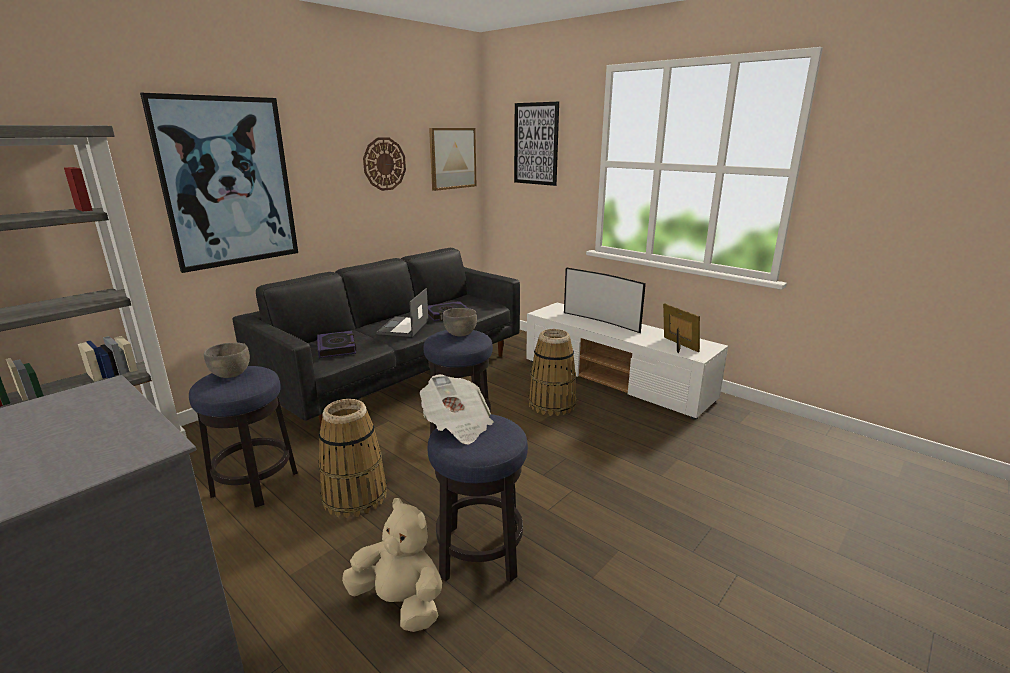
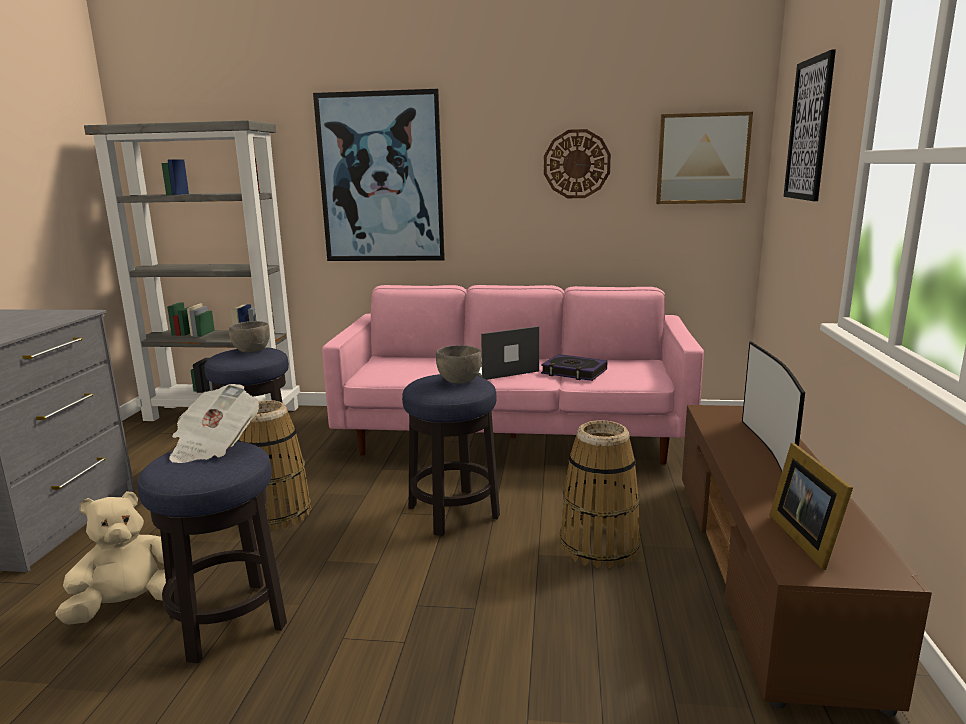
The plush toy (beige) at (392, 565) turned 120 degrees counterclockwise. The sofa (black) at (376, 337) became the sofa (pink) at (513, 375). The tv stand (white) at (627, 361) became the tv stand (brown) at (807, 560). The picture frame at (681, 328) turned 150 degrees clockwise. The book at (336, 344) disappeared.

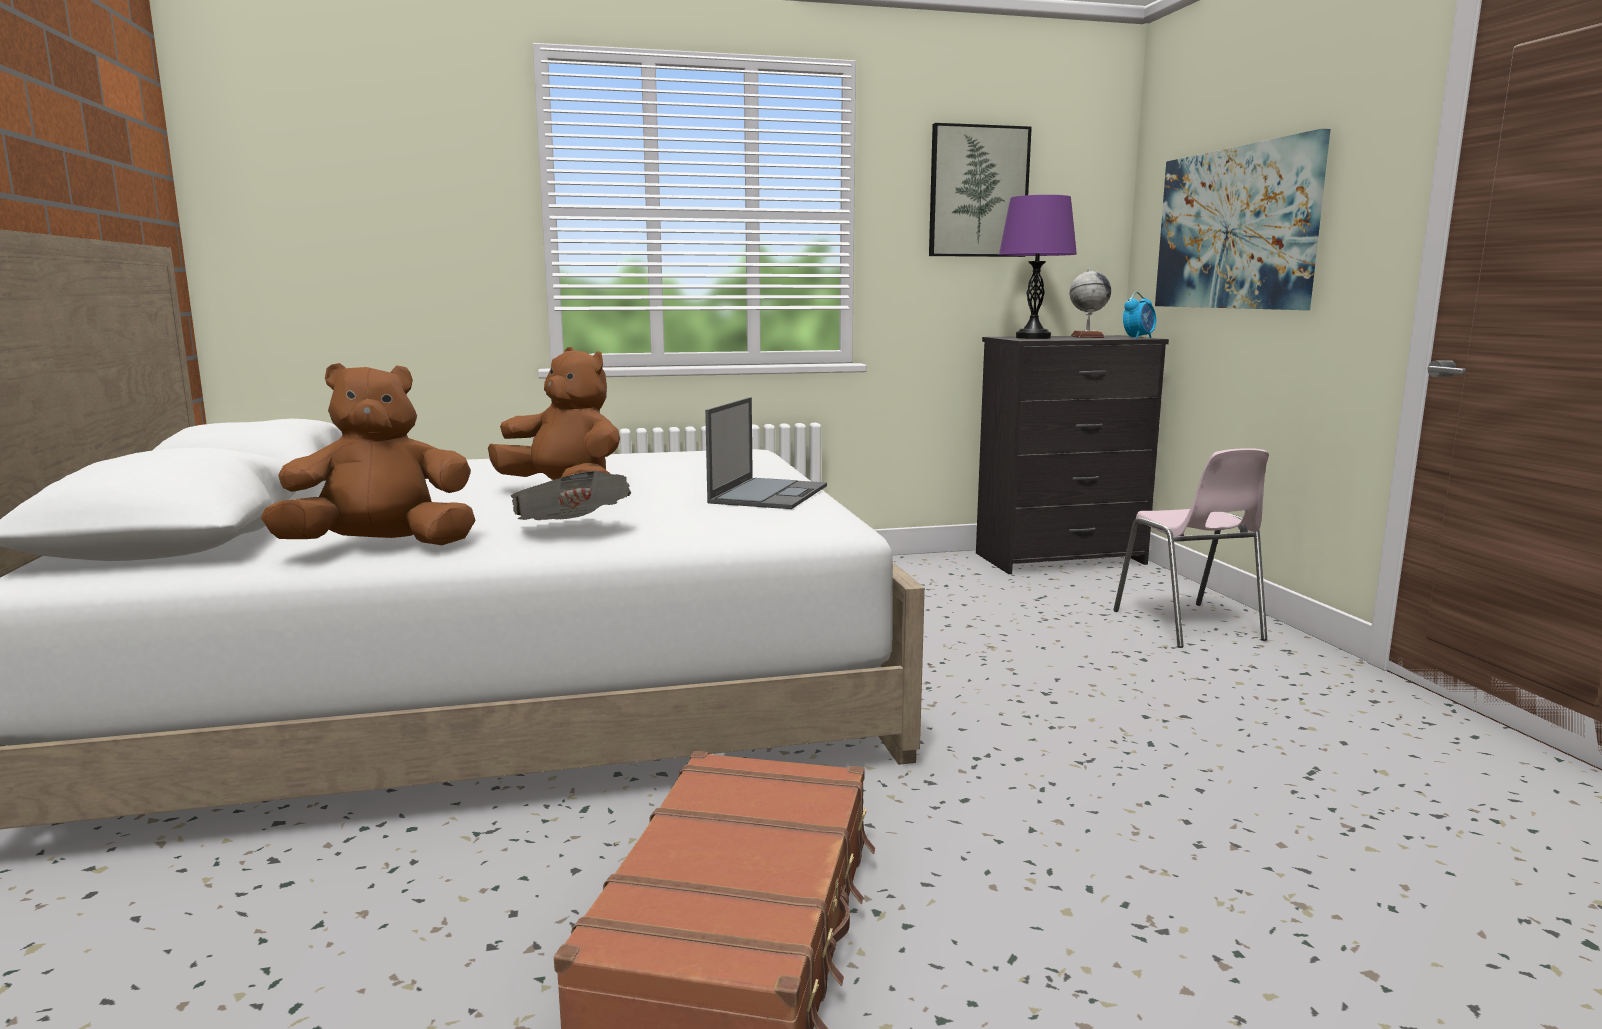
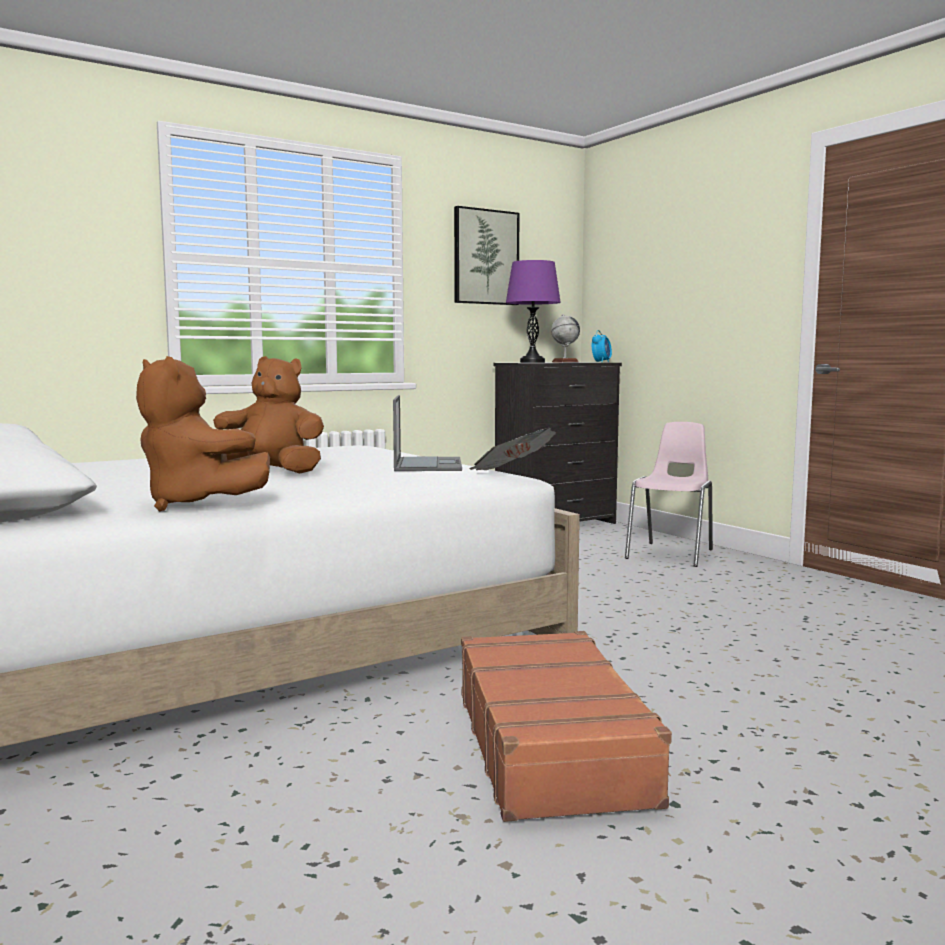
The plush toy (brown) at (368, 454) turned 105 degrees counterclockwise. The newspaper moved from (571, 495) to (513, 449). The chair (pink) at (1191, 548) turned 120 degrees counterclockwise. The picture at (1243, 219) disappeared.

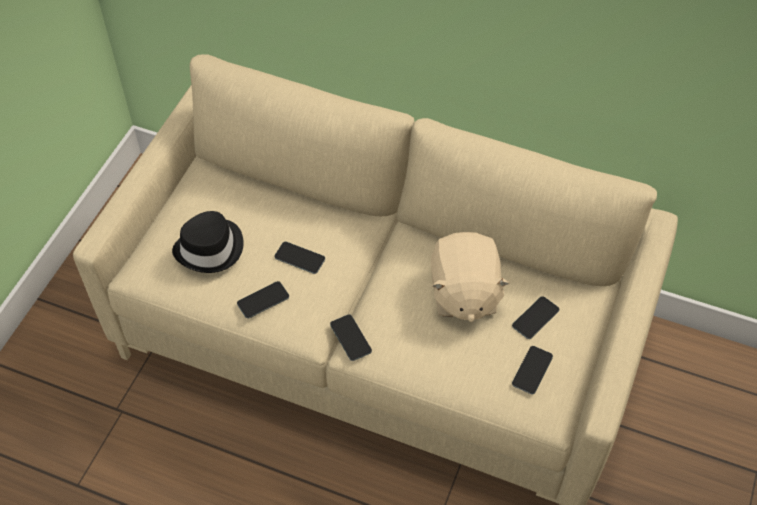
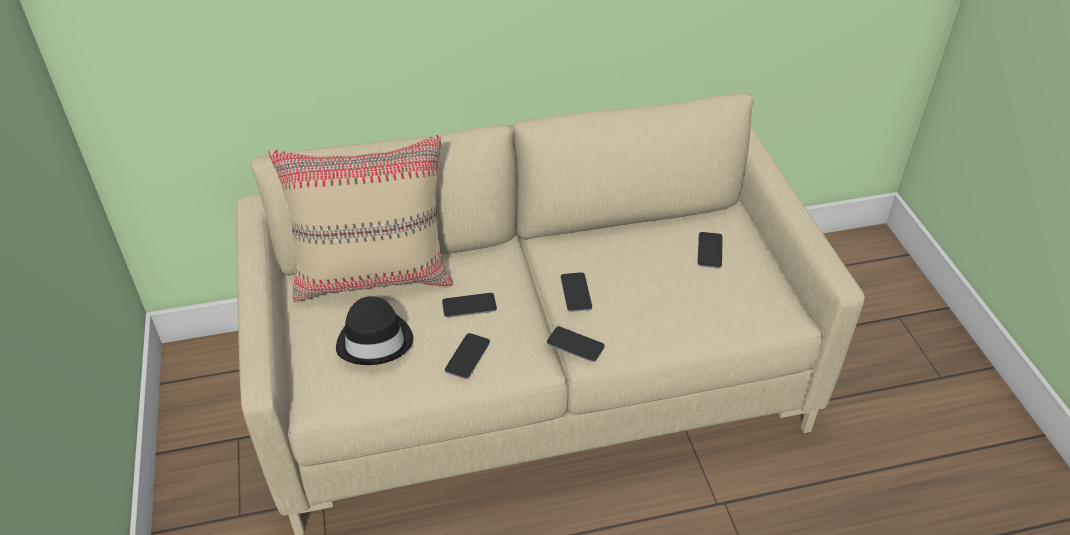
The pillow (beige) at (360, 218) appeared. The phone moved from (532, 370) to (576, 292). The plush toy (beige) at (470, 277) disappeared.

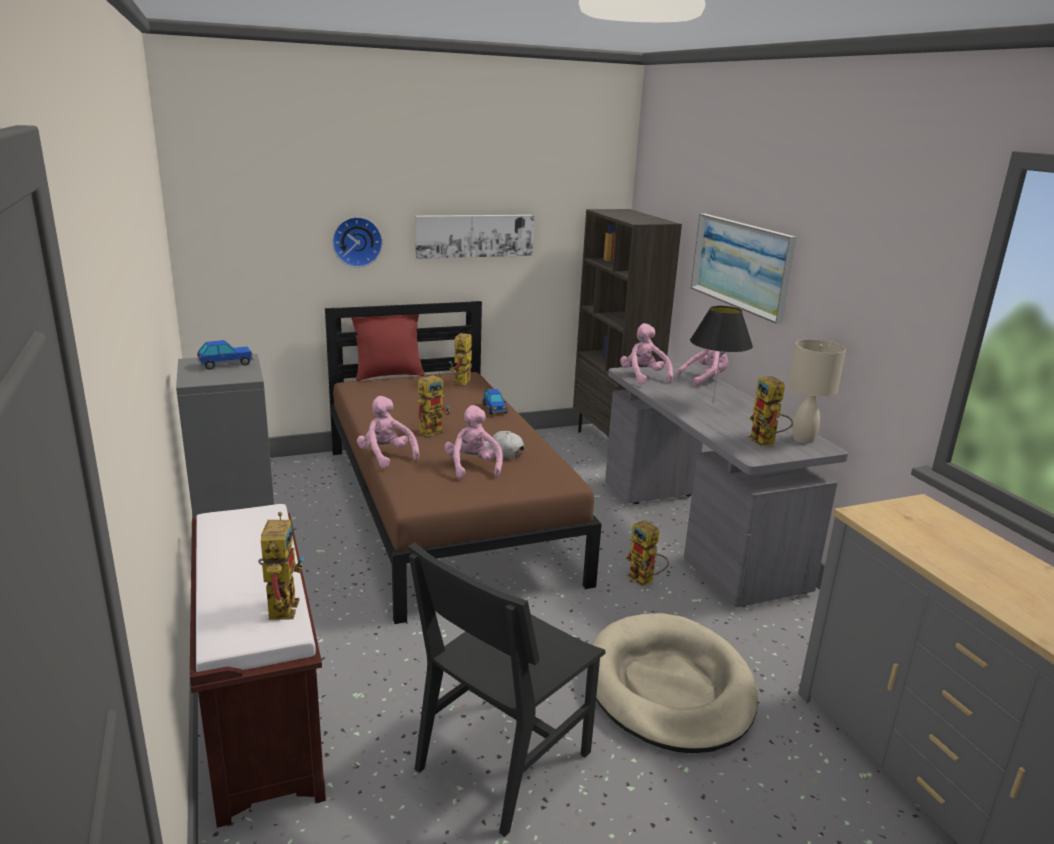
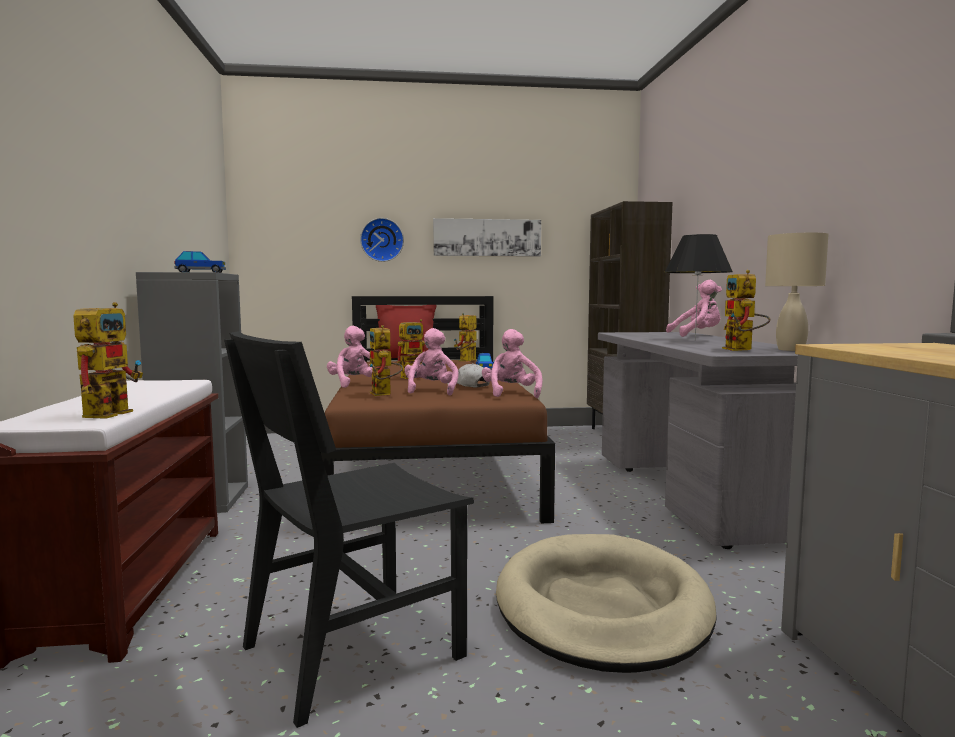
The toy robot moved from (647, 553) to (386, 360). The plush toy (pink) moved from (646, 354) to (512, 363). The picture at (744, 269) disappeared.

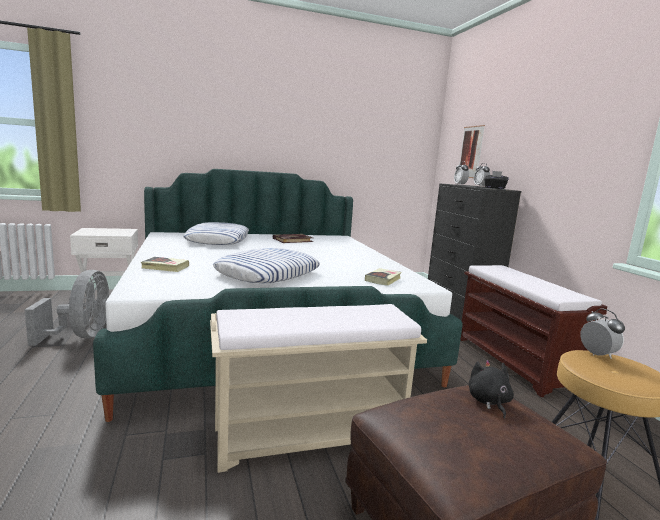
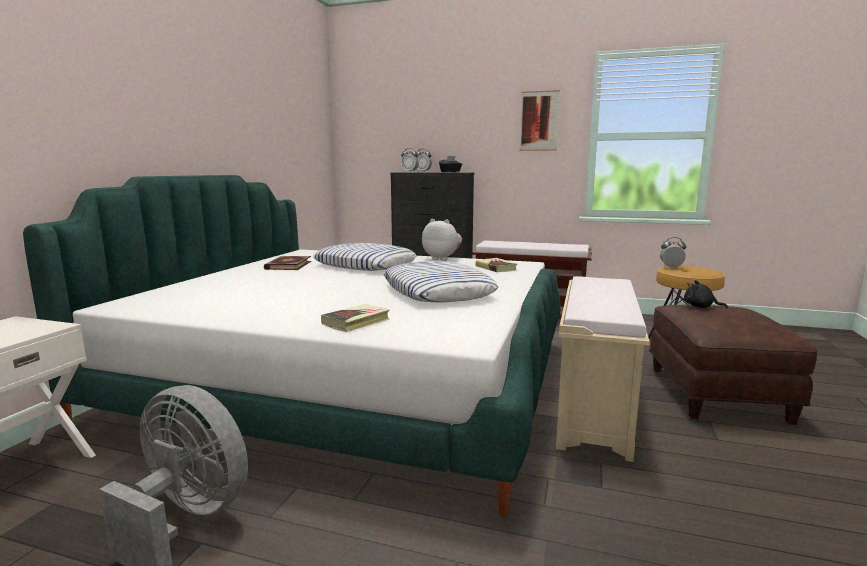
The pillow moved from (216, 233) to (365, 257). The plush toy at (442, 240) appeared. The picture moved from (472, 151) to (539, 120).

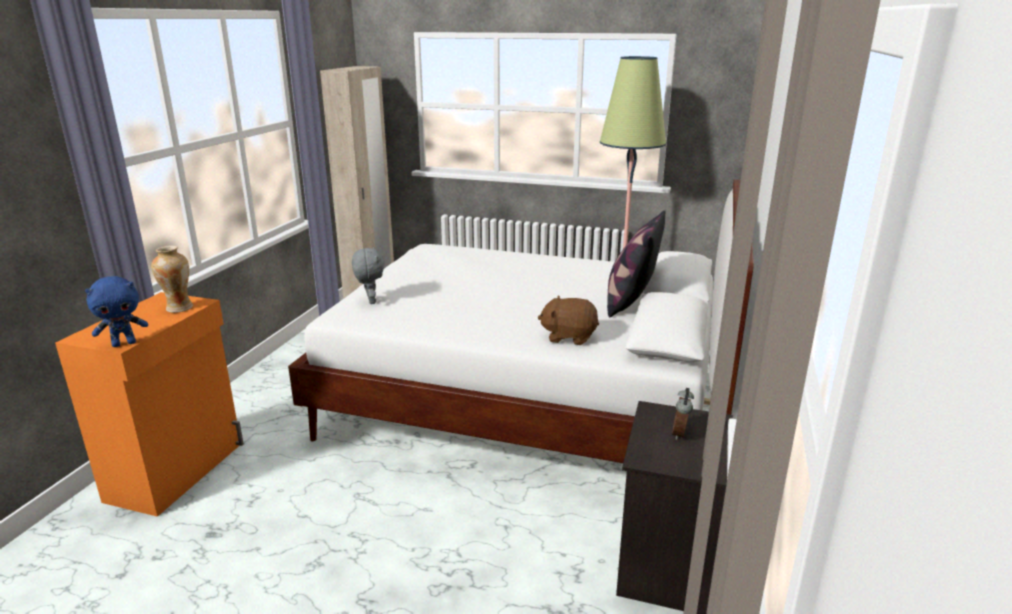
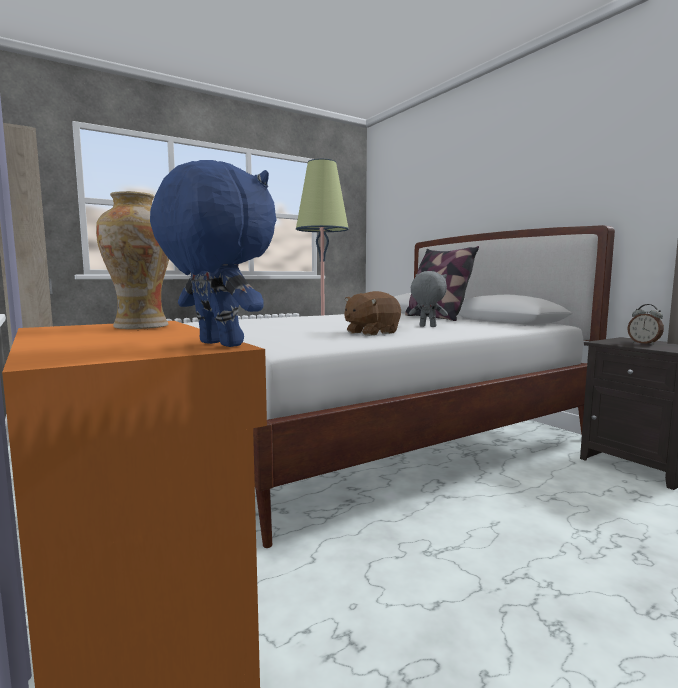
The plush toy (blue) at (116, 311) turned 60 degrees counterclockwise. The plush toy (brown) moved from (568, 320) to (372, 313). The plush toy (grey) moved from (368, 275) to (428, 299).

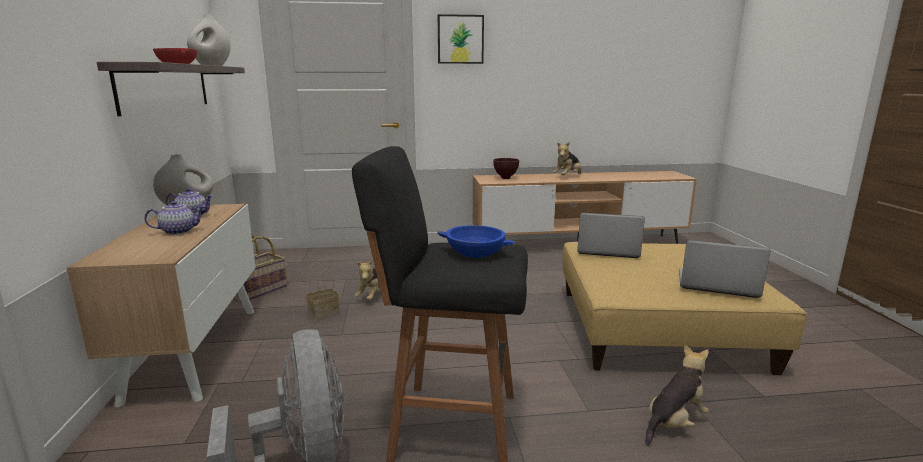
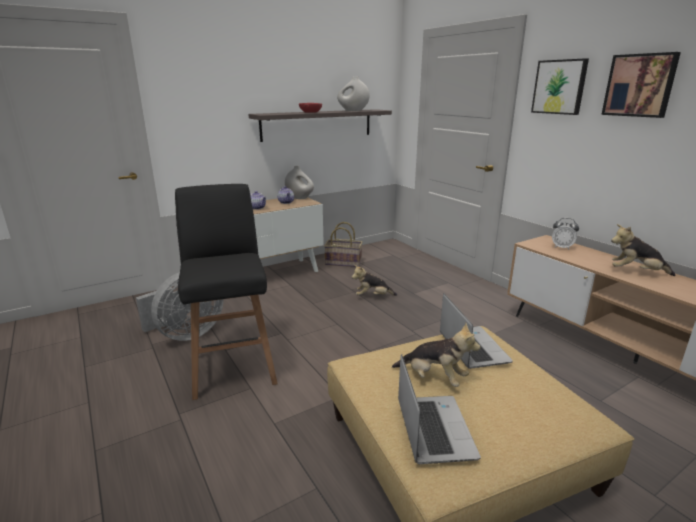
The plush toy moved from (677, 395) to (436, 355). The bowl (brown) at (506, 168) was replaced by the alarm clock at (565, 233). The picture at (641, 85) appeared. The basket at (322, 290) disappeared. The bowl (blue) at (476, 241) disappeared.

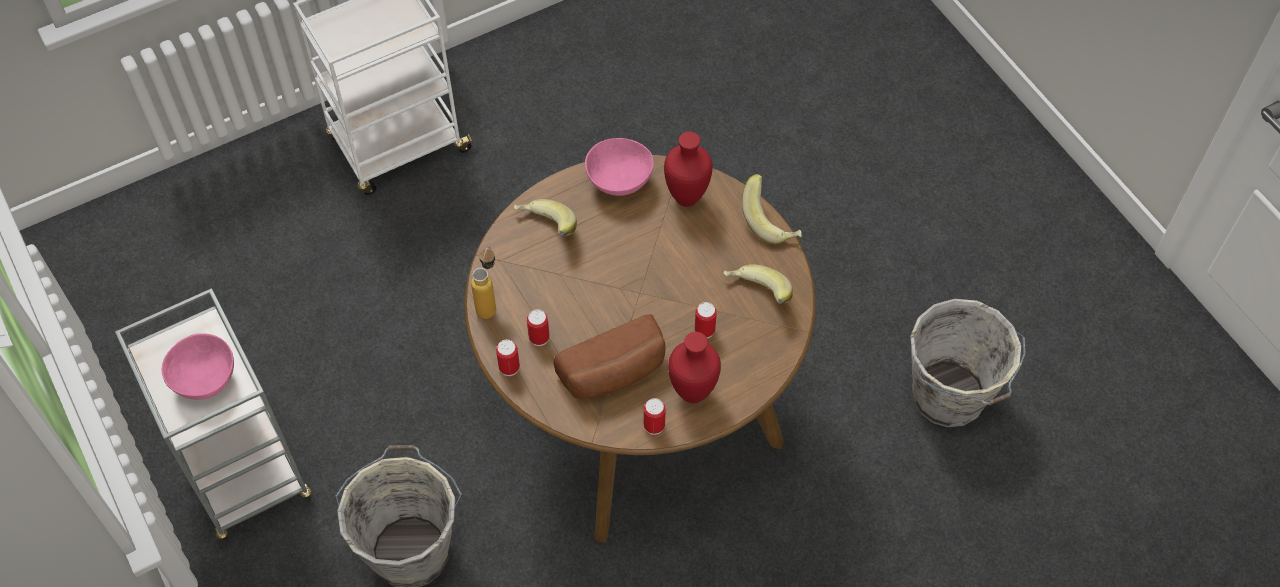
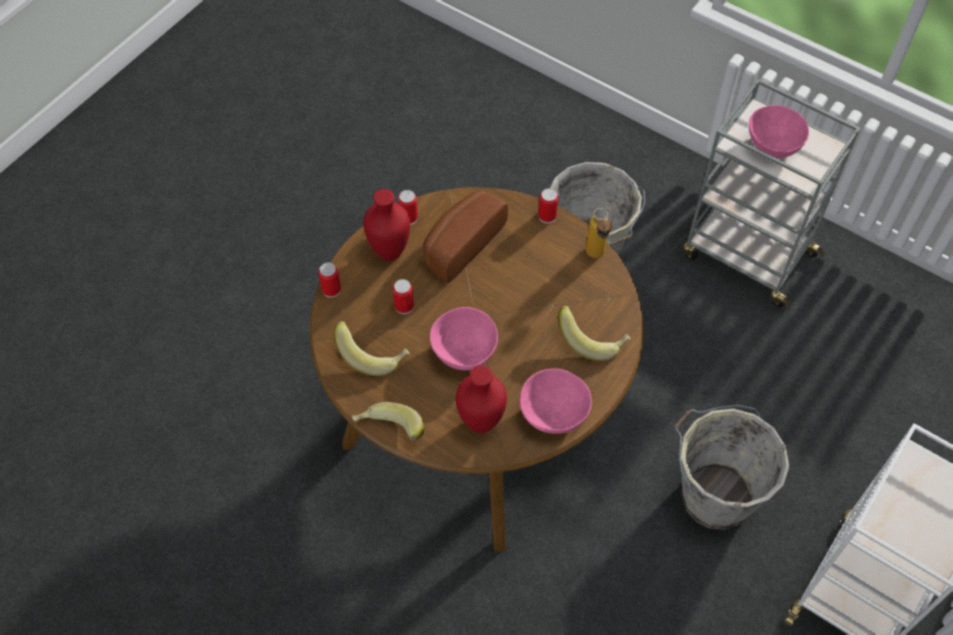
The can moved from (538, 327) to (329, 280). The bowl (pink) at (464, 338) appeared. The bucket (grey) moved from (968, 363) to (731, 467).

